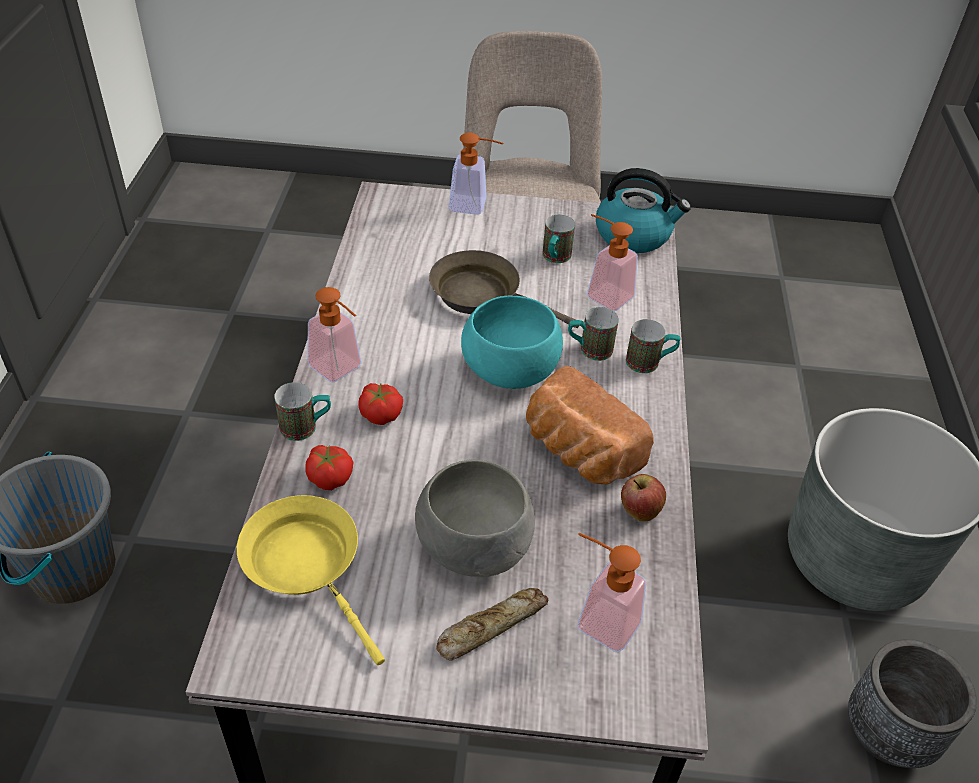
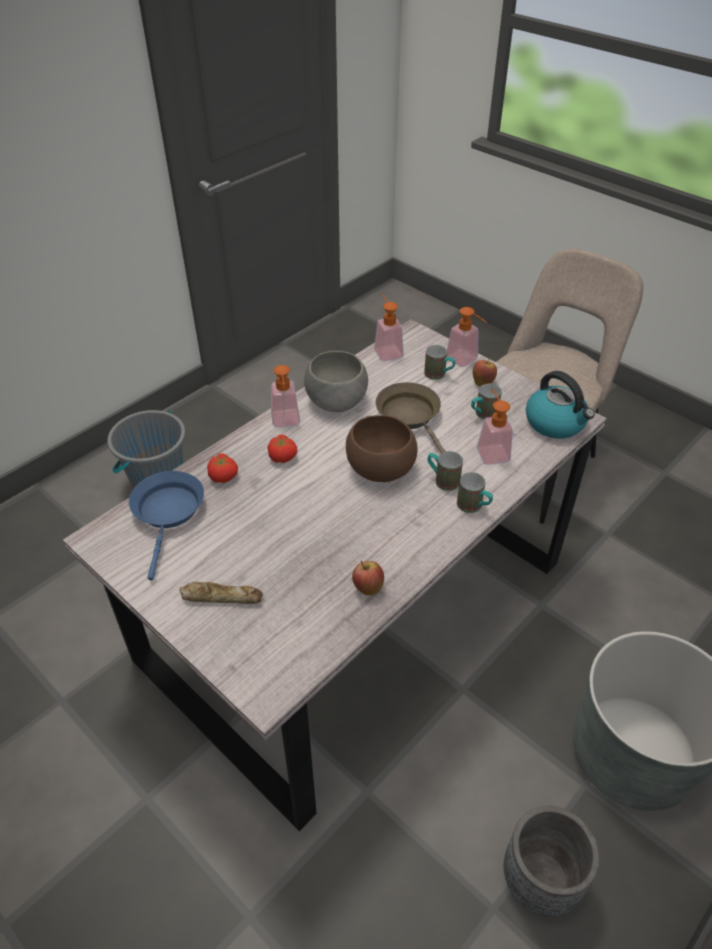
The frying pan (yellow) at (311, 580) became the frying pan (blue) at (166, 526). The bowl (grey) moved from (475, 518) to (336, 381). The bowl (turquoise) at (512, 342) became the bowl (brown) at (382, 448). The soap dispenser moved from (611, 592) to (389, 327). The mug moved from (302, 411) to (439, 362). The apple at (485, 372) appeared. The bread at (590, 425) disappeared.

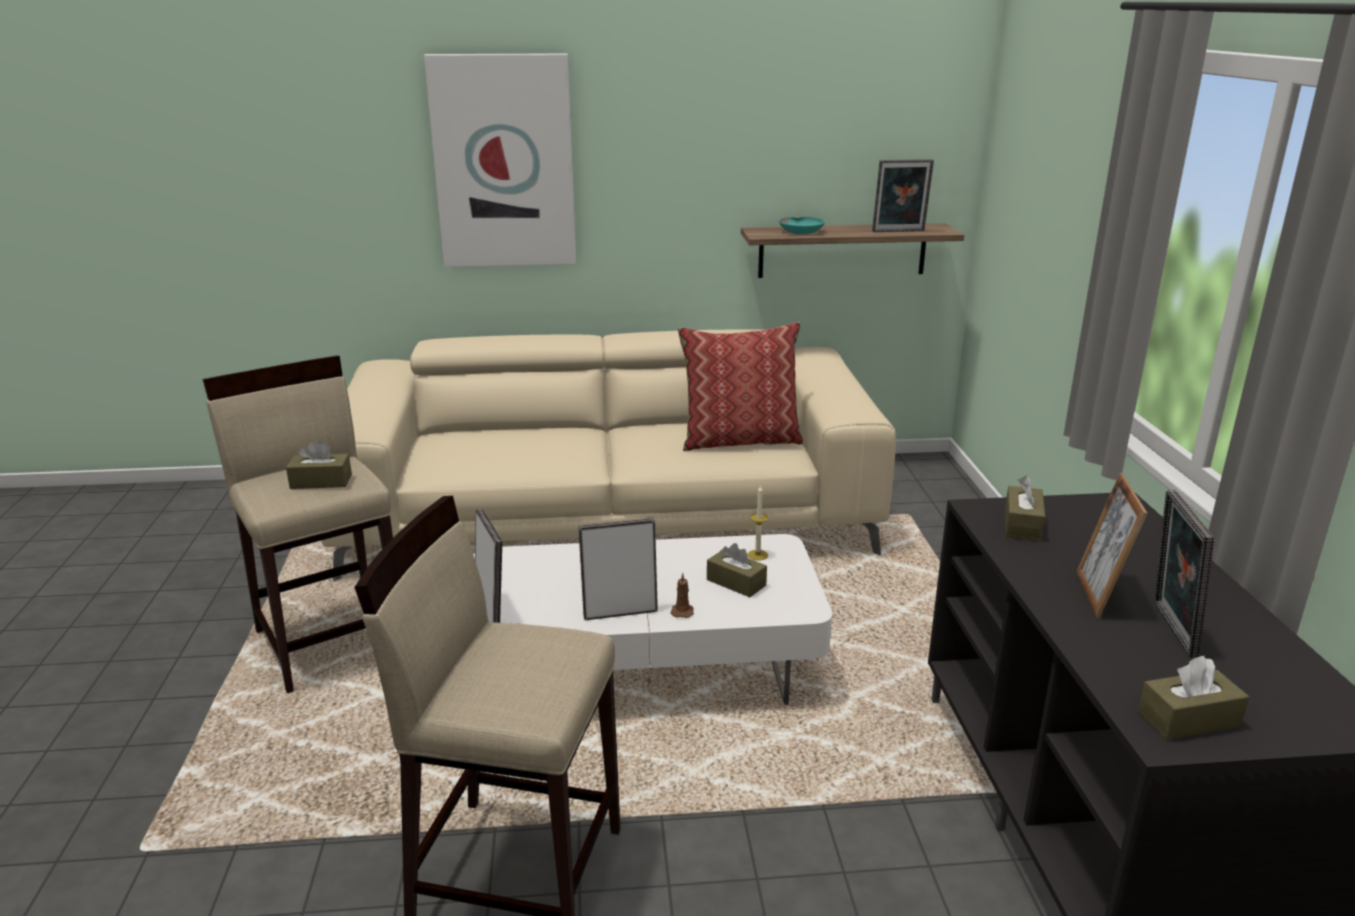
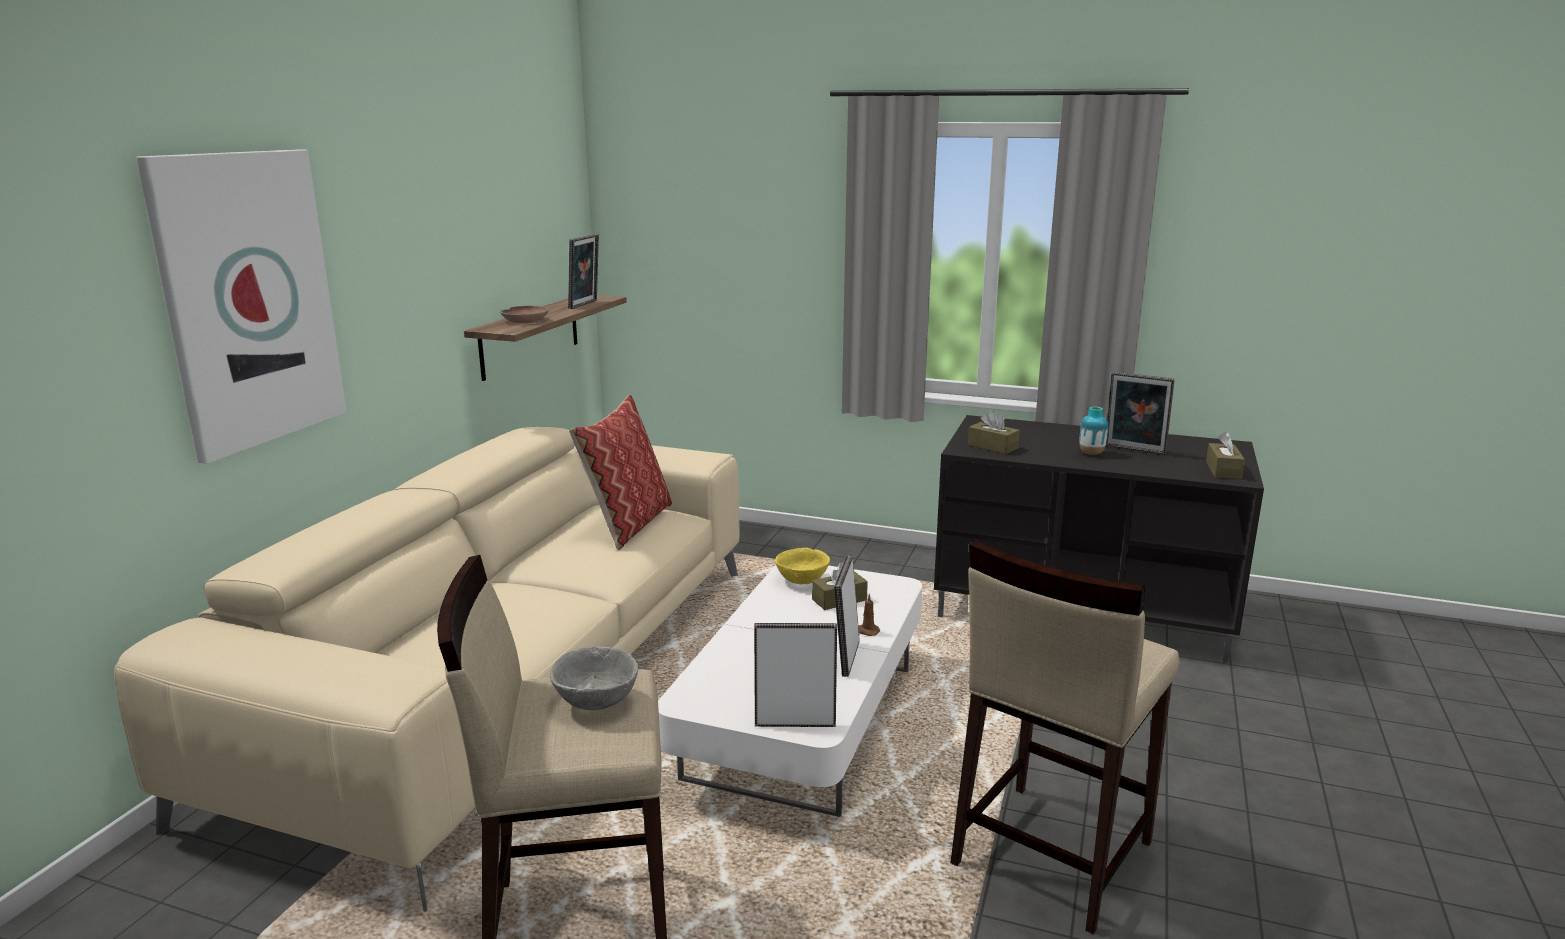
The bowl (turquoise) at (802, 225) became the bowl (brown) at (524, 315). The tissue box (brown) at (319, 464) was replaced by the bowl (grey) at (594, 678). The candle at (757, 522) was replaced by the bowl (yellow) at (802, 566). The picture frame at (1112, 545) was replaced by the vase at (1094, 431).

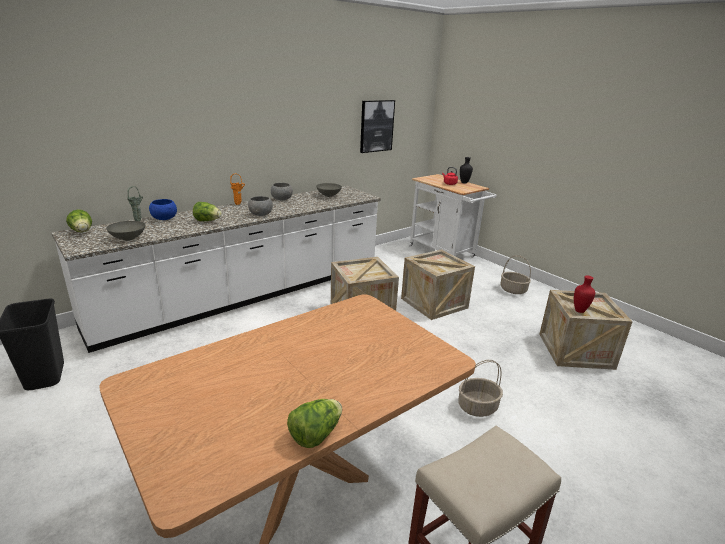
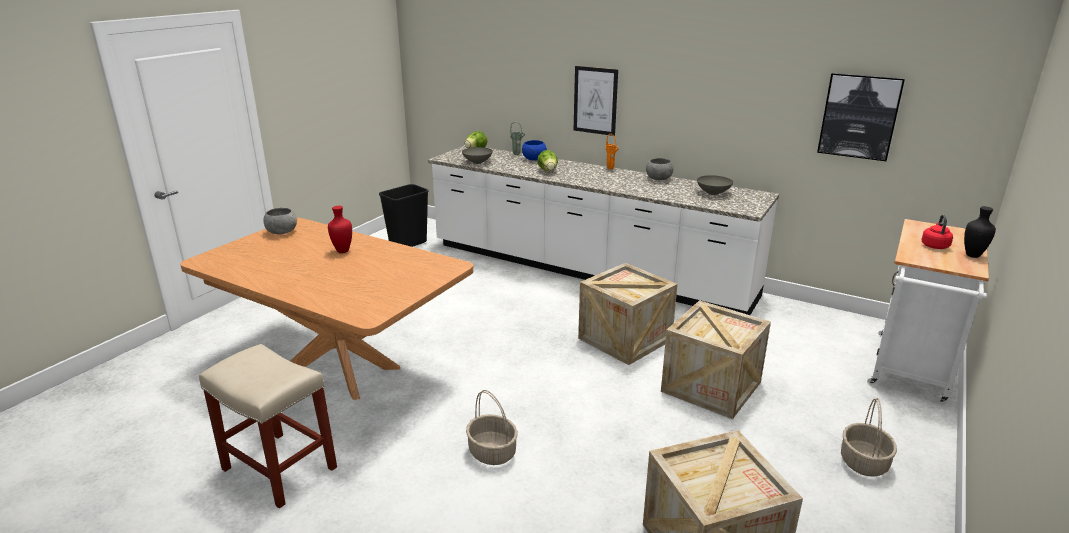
The bowl (grey) moved from (260, 206) to (280, 221). The vase (red) moved from (584, 294) to (340, 229). The picture at (596, 101) appeared. The lettuce at (314, 423) disappeared.

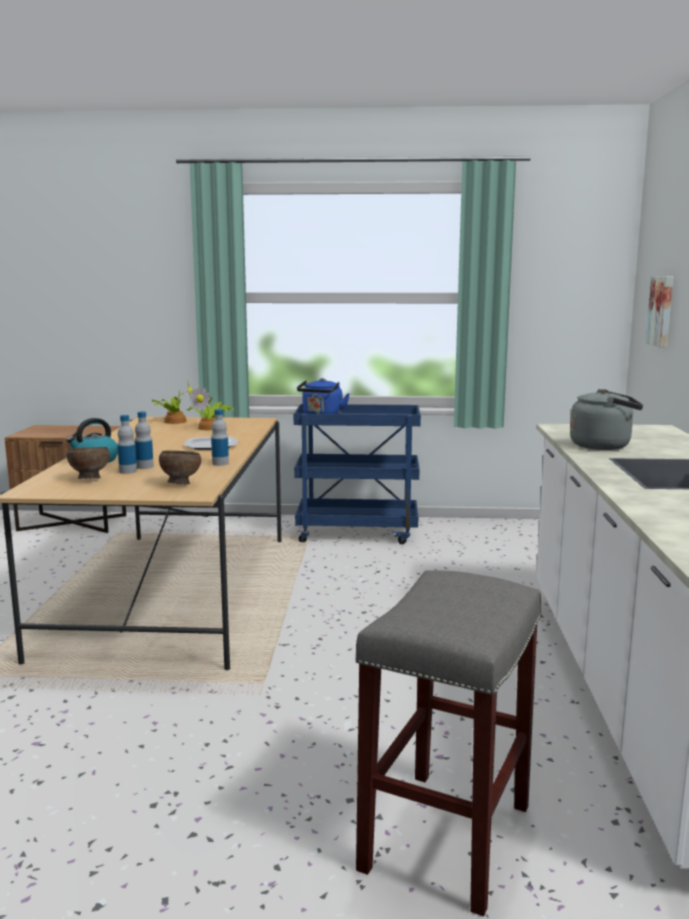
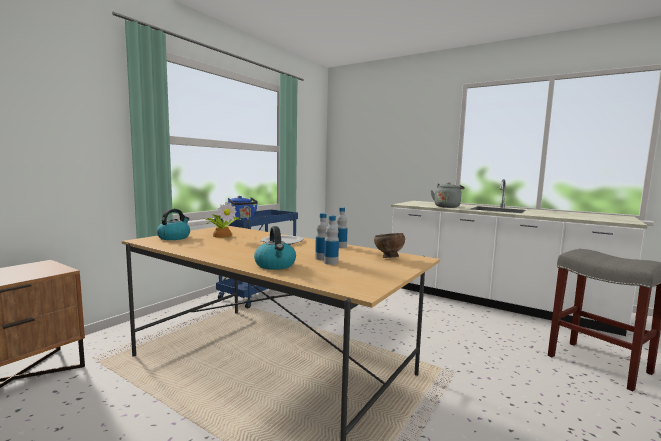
The potted plant at (172, 401) was replaced by the kettle at (173, 224). The bowl (brown) at (88, 463) disappeared. The picture at (659, 311) disappeared.

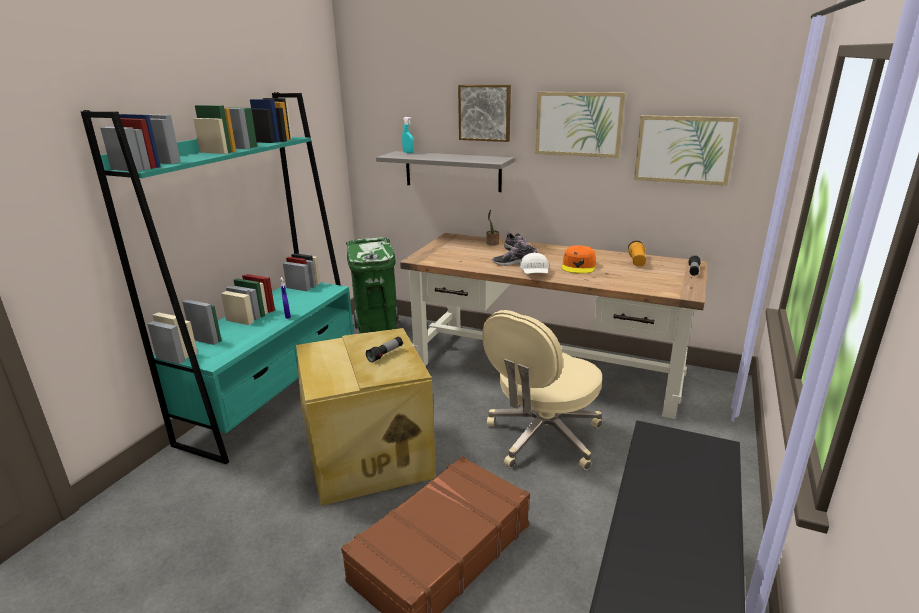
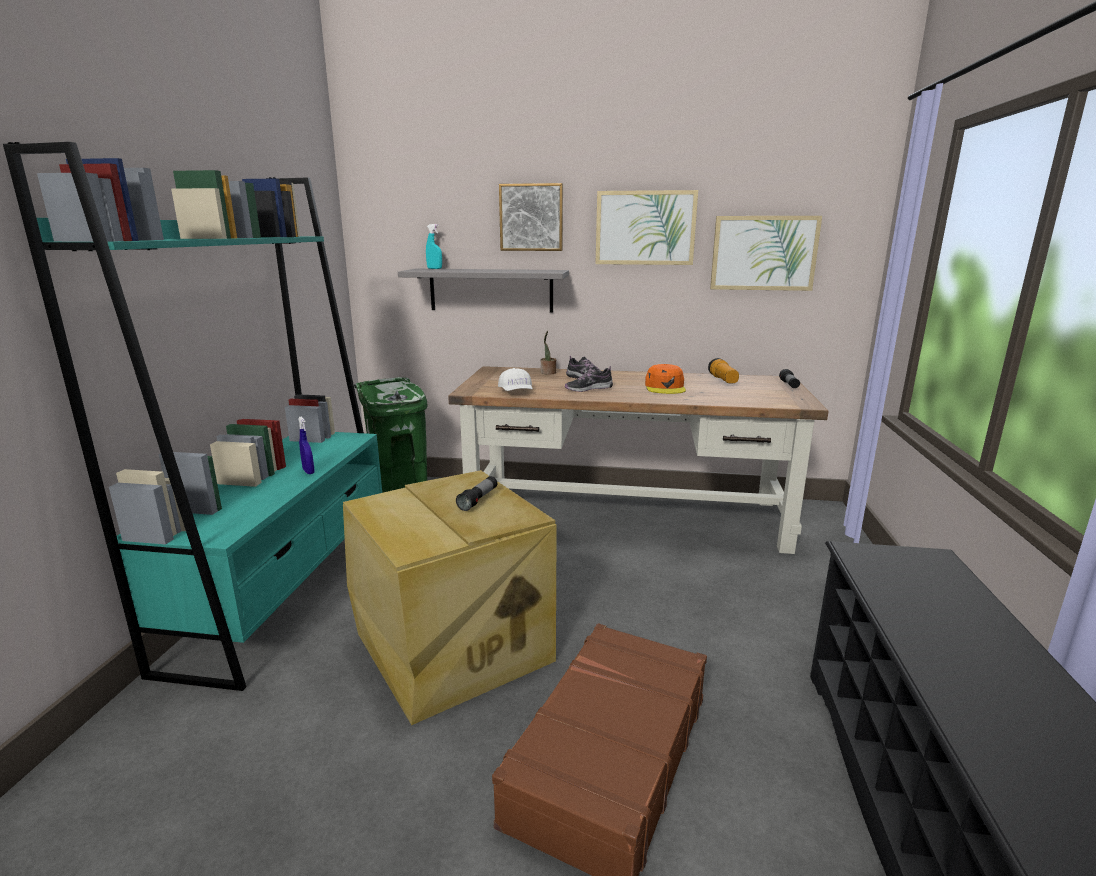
The cap (white) moved from (534, 263) to (515, 379). The office chair (beige) at (542, 390) disappeared.

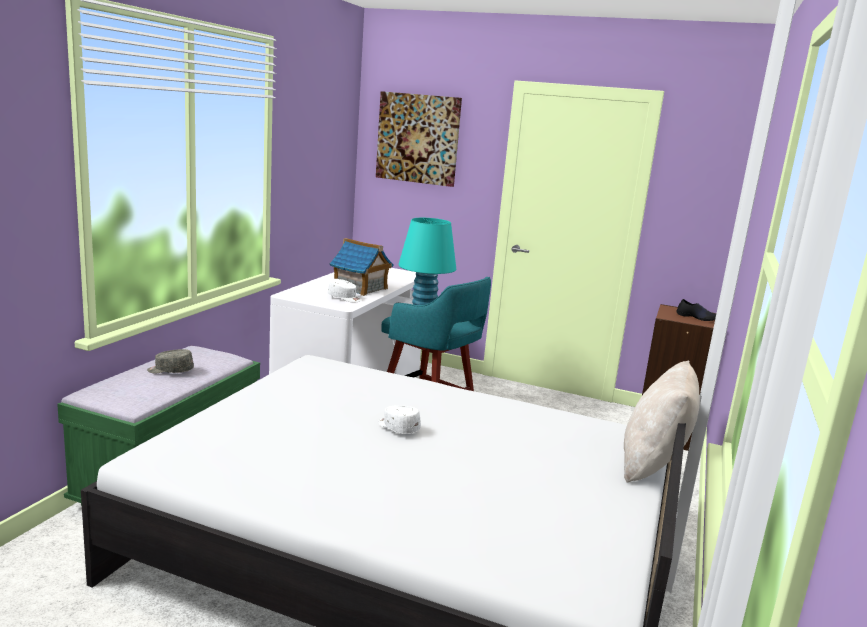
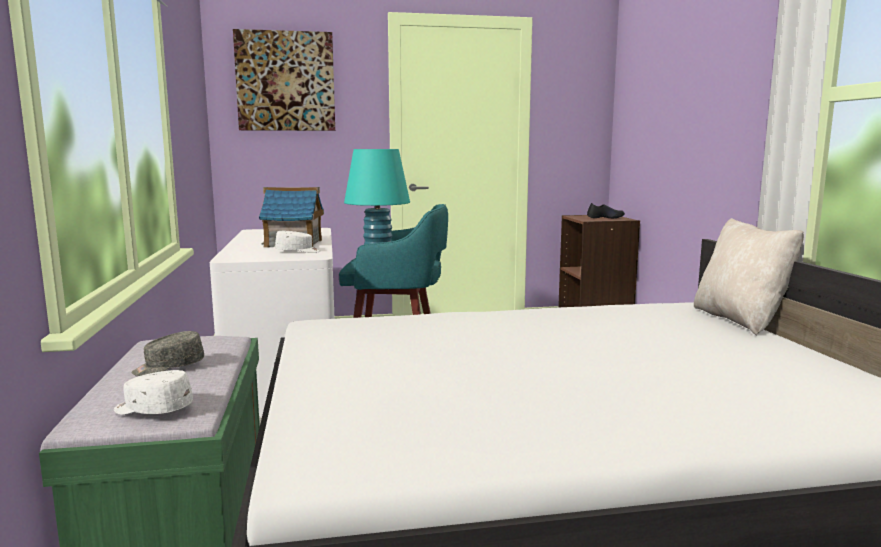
The cap (white) moved from (399, 419) to (153, 392).

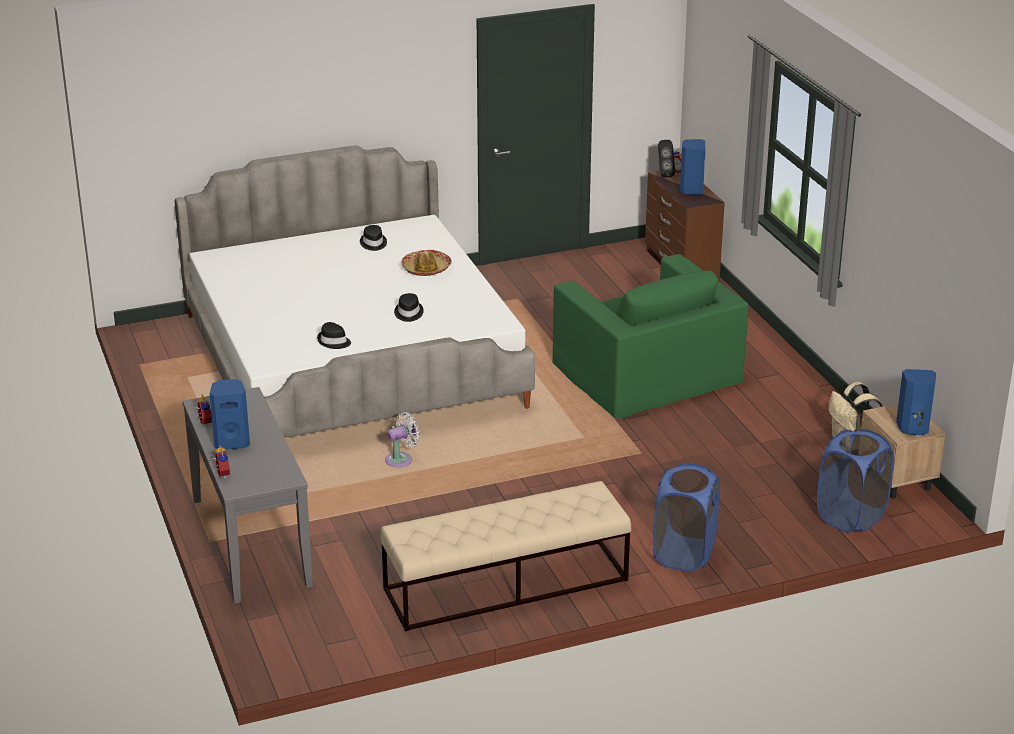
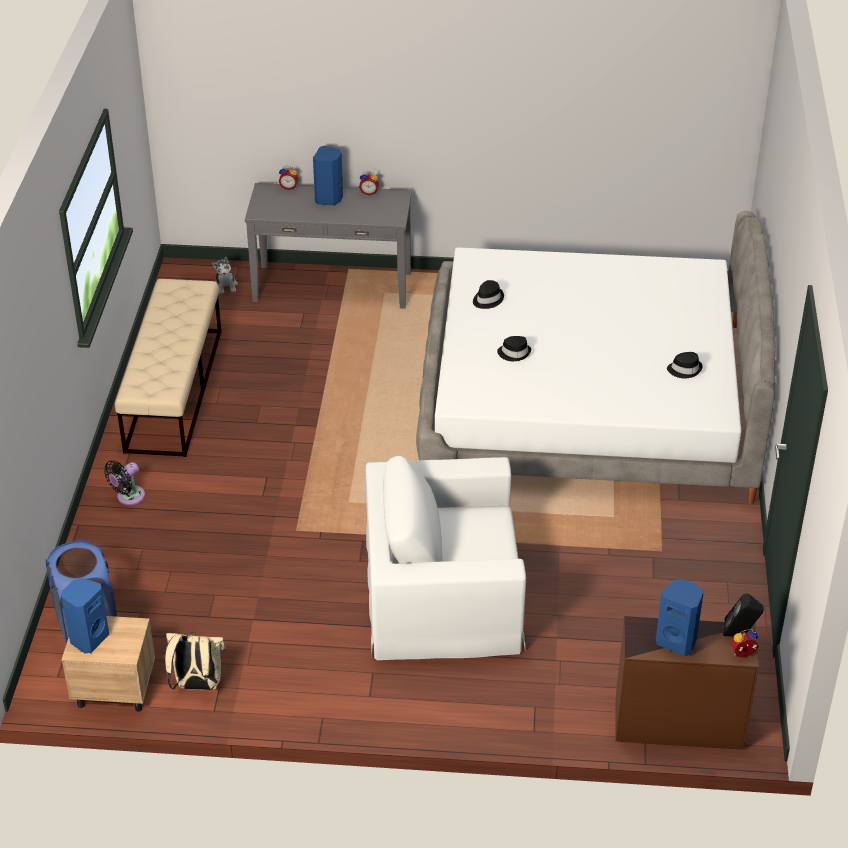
The laundry basket (blue) at (686, 517) was replaced by the fan (black) at (124, 482). The plush toy at (225, 275) appeared. The armchair (green) at (650, 336) became the armchair (white) at (446, 558). The fan (white) at (403, 439) disappeared. The hat at (427, 263) disappeared.

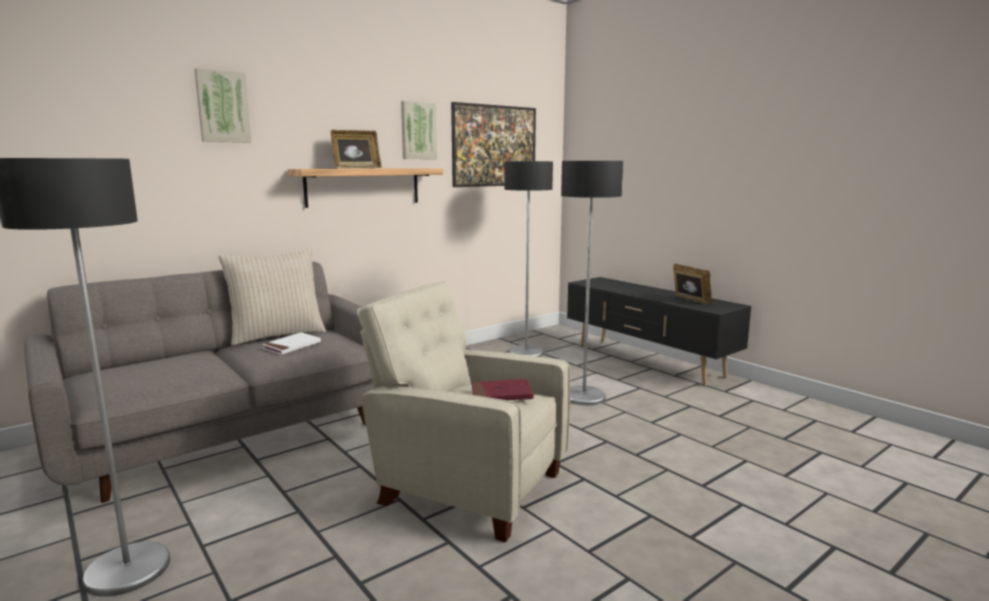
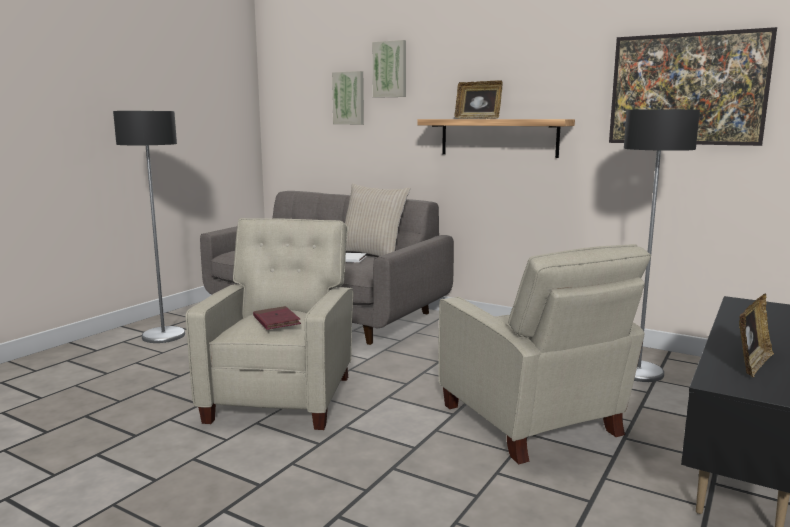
The picture moved from (419, 130) to (348, 98). The floor lamp at (592, 283) was replaced by the armchair (beige) at (544, 354).

